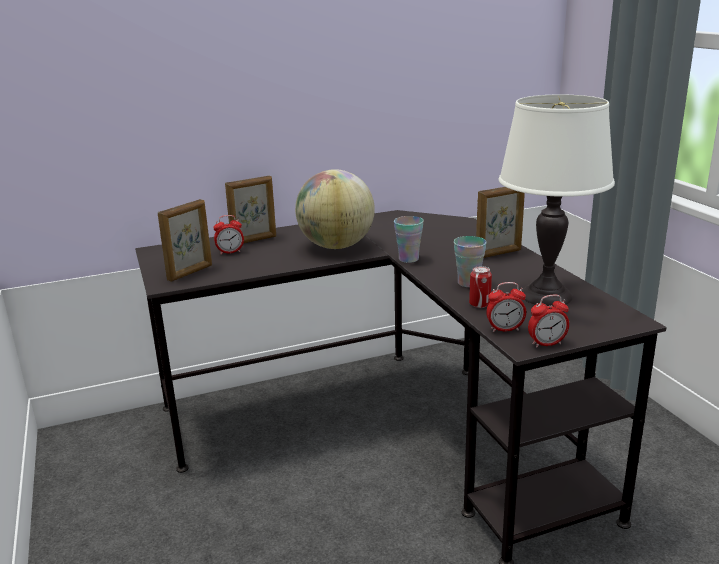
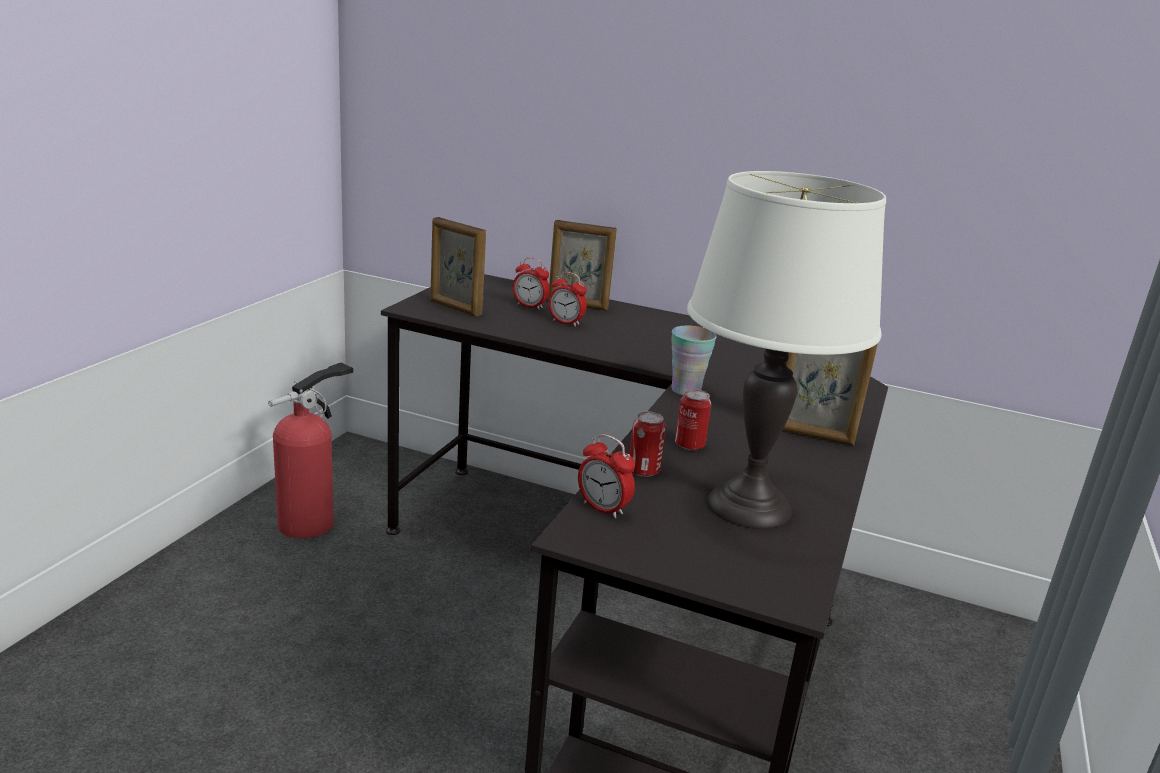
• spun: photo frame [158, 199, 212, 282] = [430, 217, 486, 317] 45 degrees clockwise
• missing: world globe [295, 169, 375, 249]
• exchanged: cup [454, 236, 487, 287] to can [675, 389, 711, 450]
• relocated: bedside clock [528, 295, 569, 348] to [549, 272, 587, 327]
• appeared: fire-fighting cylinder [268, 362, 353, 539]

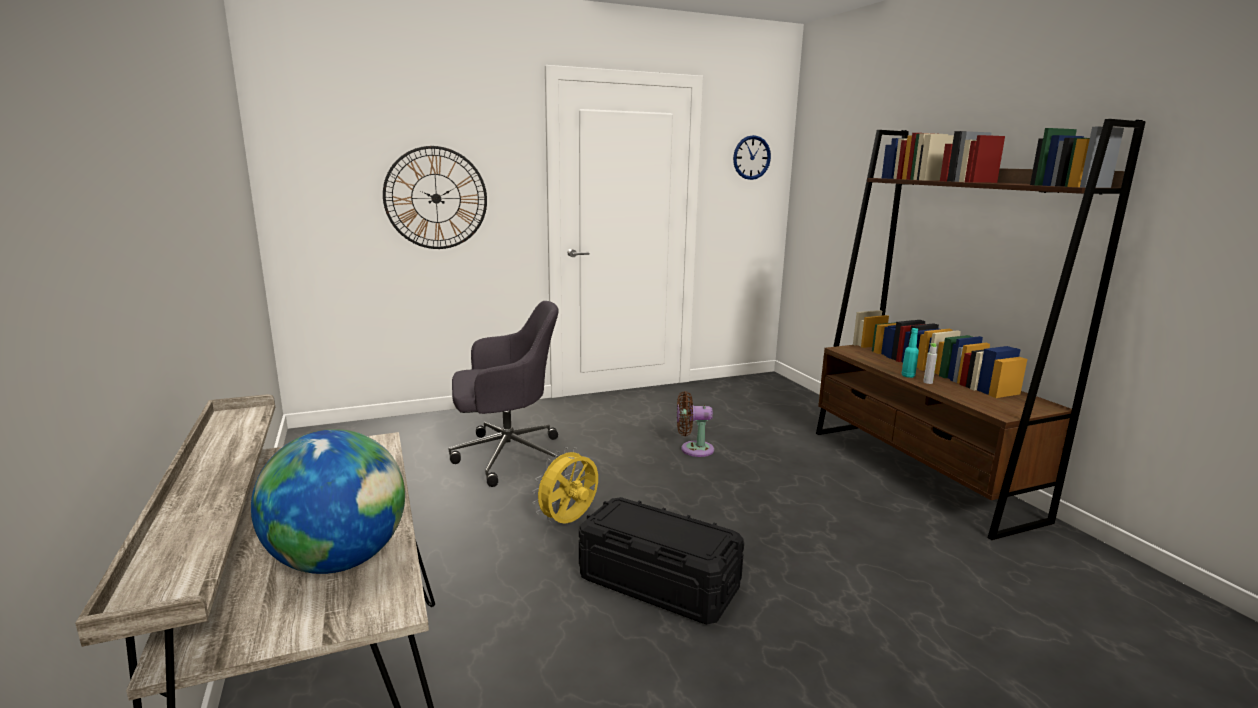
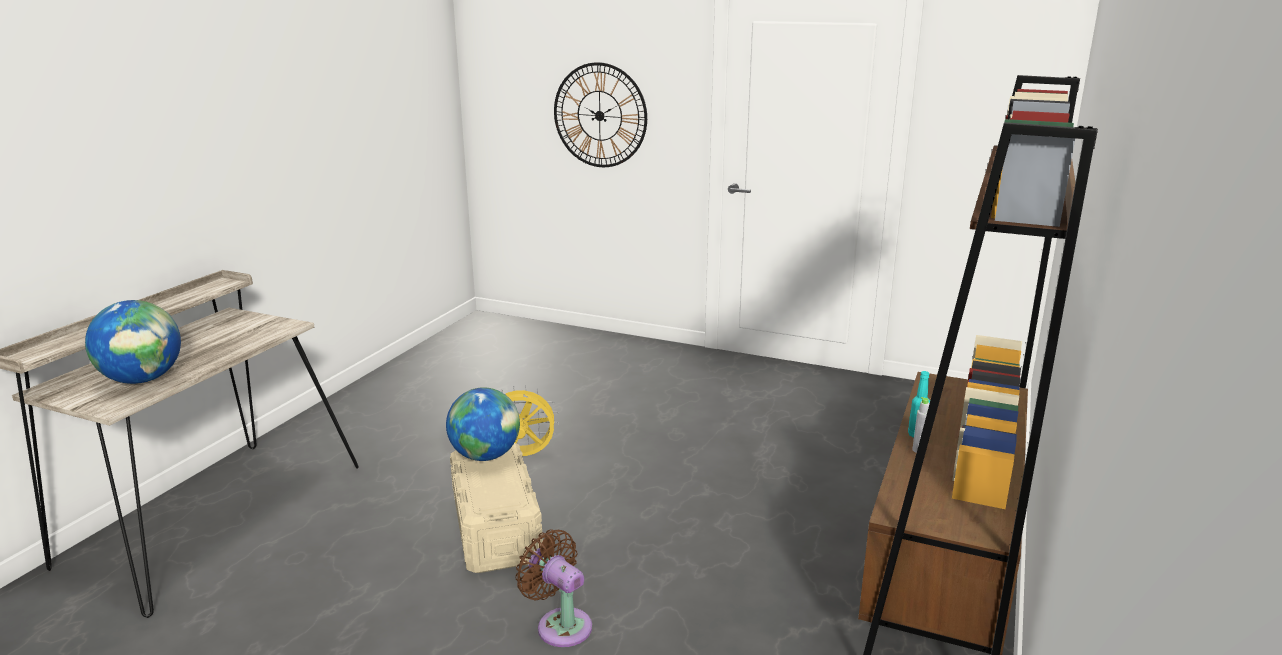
• missing: computer chair (greyish) [449, 301, 567, 487]
• colour: storage container (blackish) [579, 497, 744, 624] to storage container (beige-coloured) [450, 443, 543, 573]
• relocated: electric fan (brownish) [677, 391, 714, 457] to [515, 529, 592, 647]
• missing: wall clock [733, 135, 771, 180]
• appeared: world globe [446, 387, 520, 461]

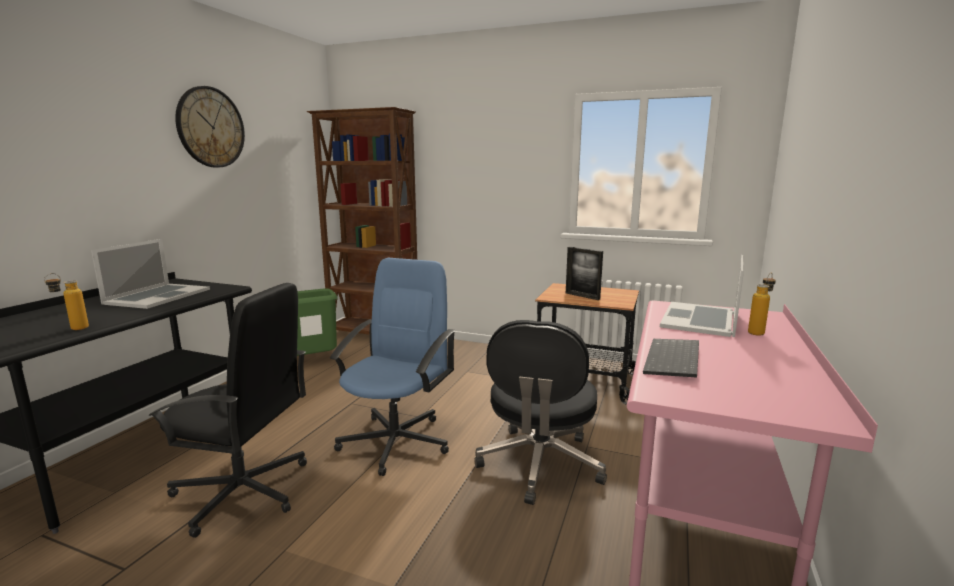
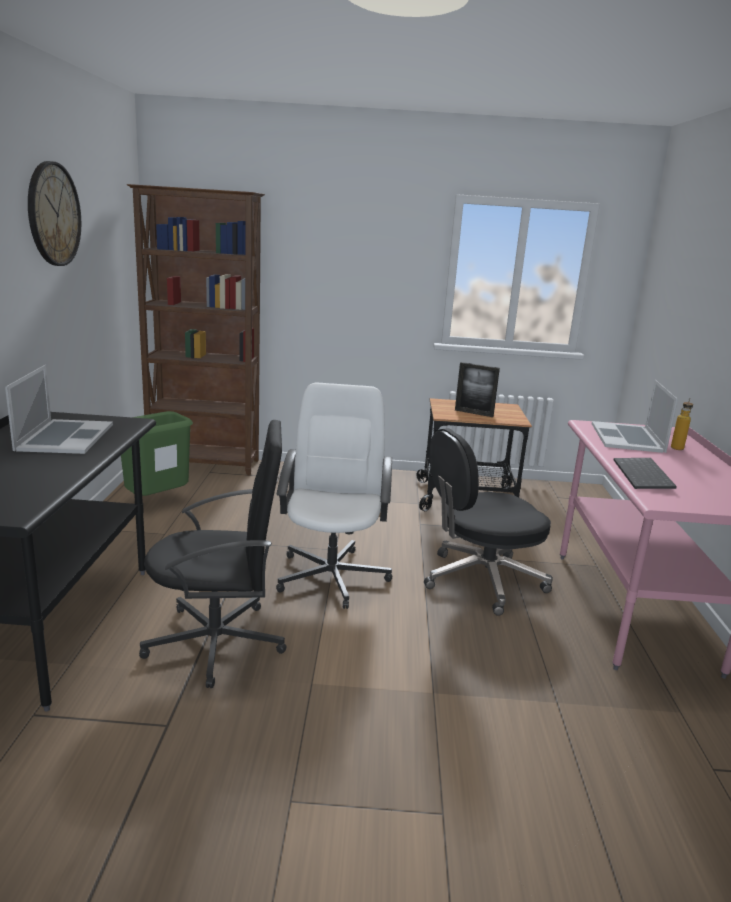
• missing: beverage bottle [44, 273, 89, 330]
• colour: computer chair (blue) [330, 258, 456, 476] to computer chair (white-coloured) [276, 382, 393, 609]
• spun: computer chair (blackish) [474, 320, 607, 505] = [424, 428, 553, 616] 75 degrees clockwise

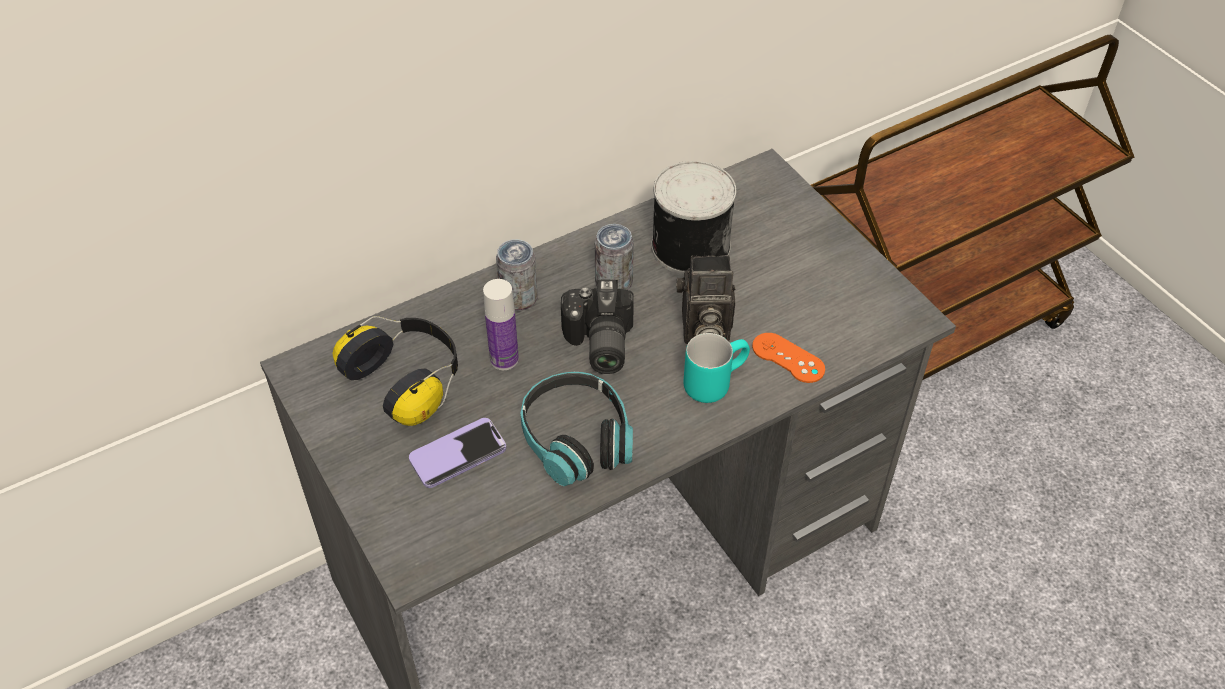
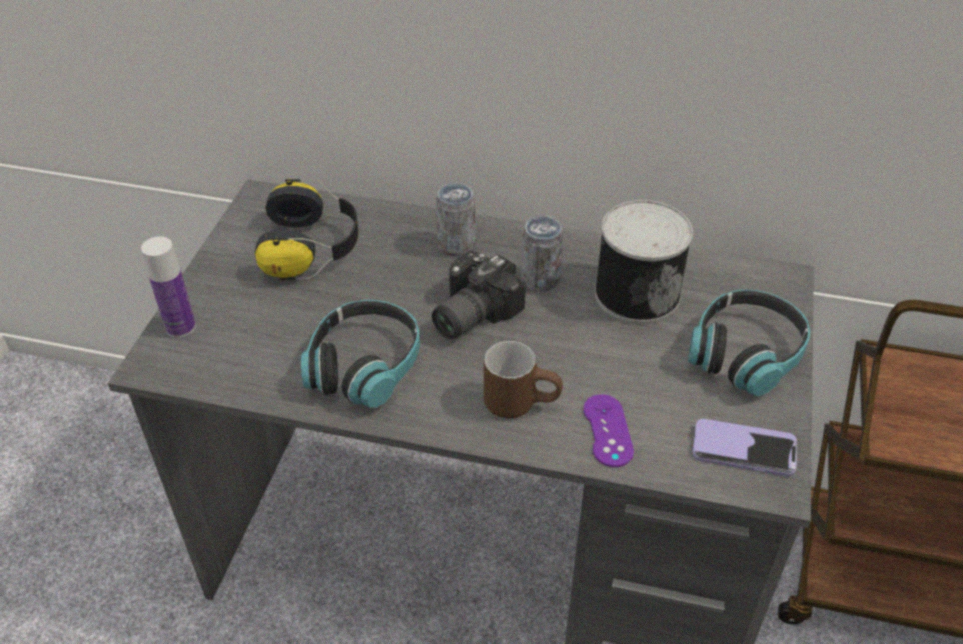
• relocated: handset [409, 418, 506, 488] to [693, 419, 797, 476]
• relocated: beverage bottle [483, 279, 519, 370] to [141, 236, 196, 338]
• missing: still camera [676, 255, 735, 344]
• colour: mug (turquoise) [683, 333, 750, 403] to mug (brownish) [484, 341, 563, 419]
• colour: gamepad (orange) [752, 333, 825, 383] to gamepad (purple) [583, 394, 634, 467]
• appeared: headphones [688, 290, 810, 396]

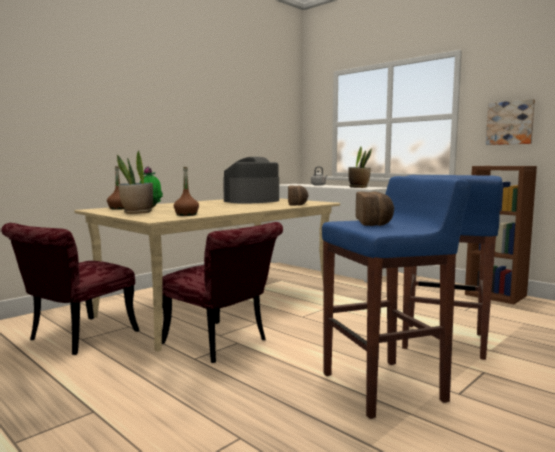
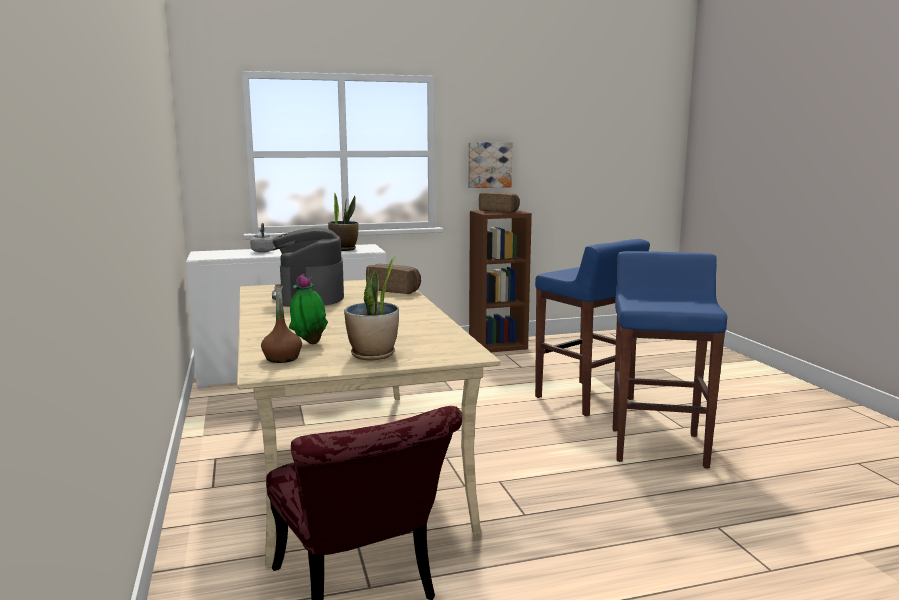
• missing: plain chair (red-coloured) [162, 222, 283, 363]
• missing: beverage bottle (brownish) [174, 167, 199, 216]
• relocated: bakery bread [356, 192, 394, 226] to [479, 192, 520, 213]

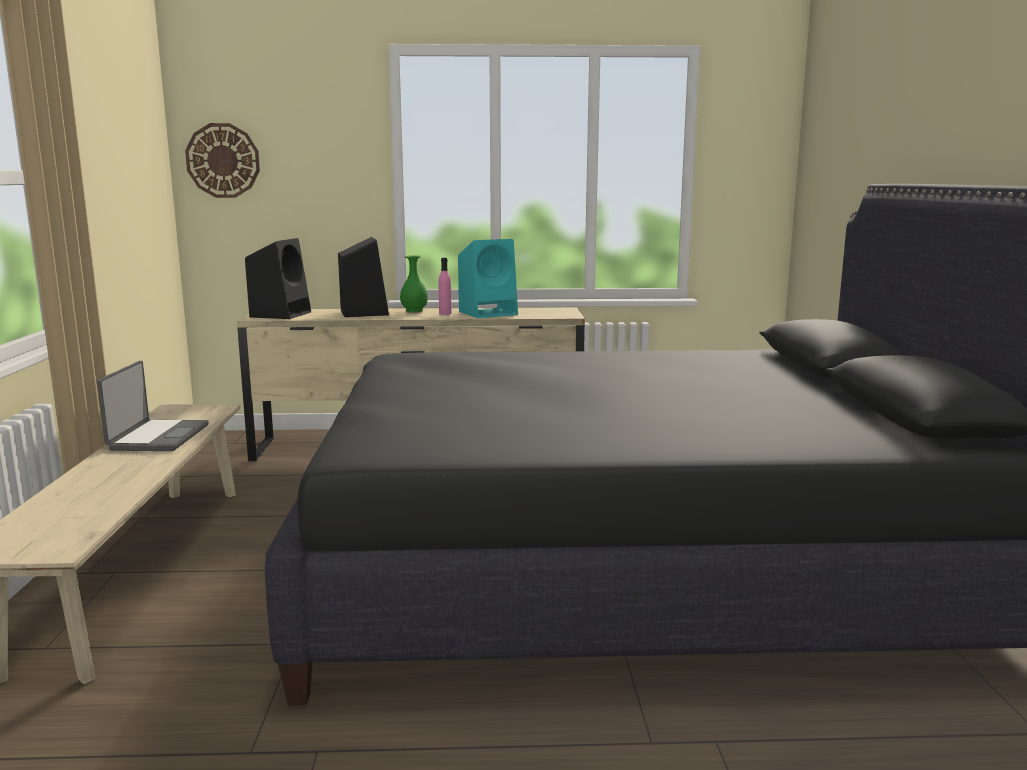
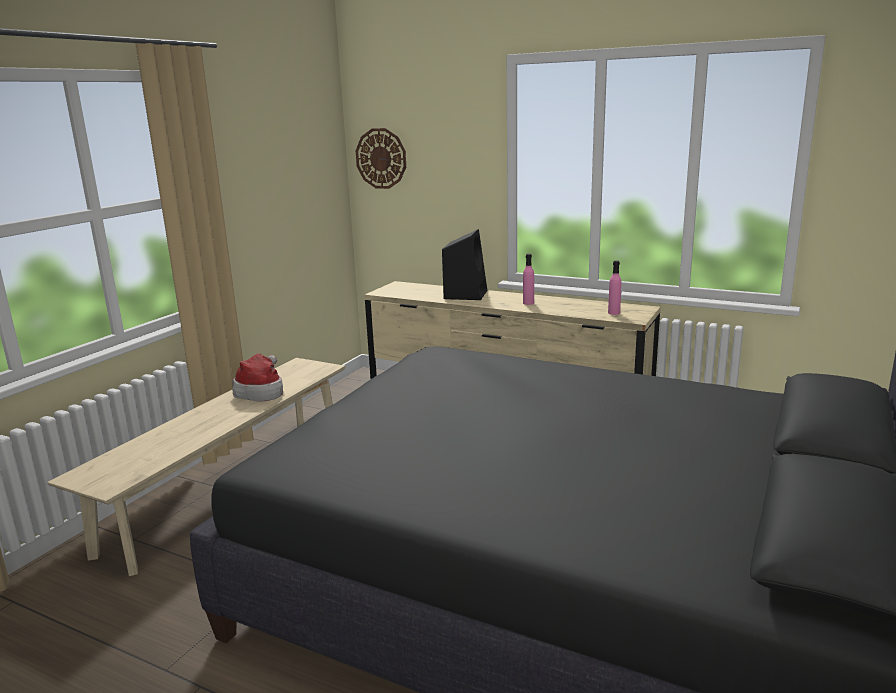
• exchanged: portable computer [97, 361, 209, 451] to wearable hat [233, 354, 283, 402]
• missing: speaker (blackish) [245, 238, 311, 319]
• missing: flower vase (green-coloured) [400, 255, 428, 312]
• missing: speaker (turquoise) [458, 239, 518, 318]
• appeared: beverage bottle (pinkish) [608, 261, 621, 315]

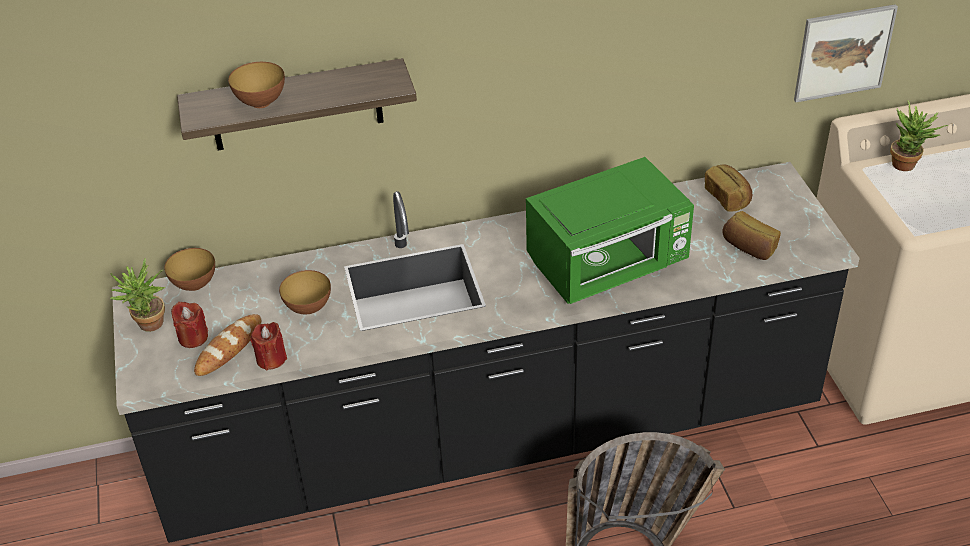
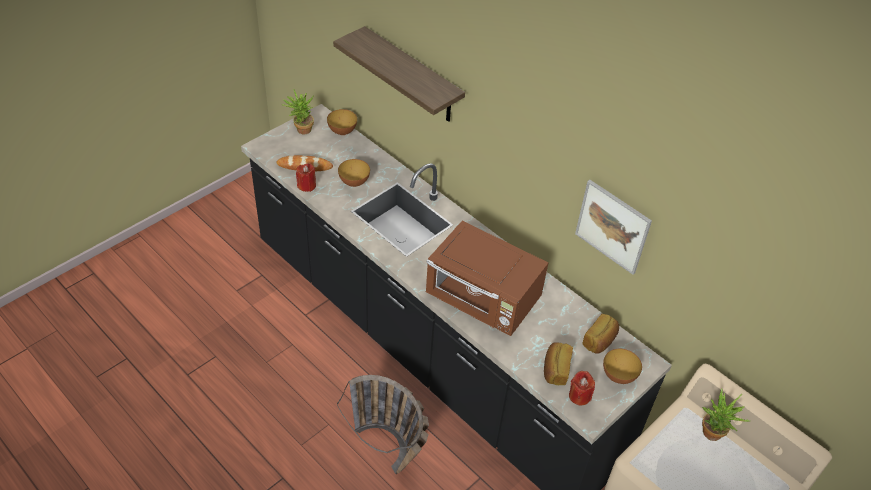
• relocated: wax light (red-coloured) [171, 302, 208, 348] to [569, 371, 595, 405]
• relocated: serving bowl [228, 62, 285, 108] to [603, 349, 642, 384]
• colour: microwave (green-coloured) [526, 157, 694, 304] to microwave (brownish) [426, 221, 548, 336]
• relocated: wall picture [794, 4, 898, 102] to [575, 180, 652, 275]

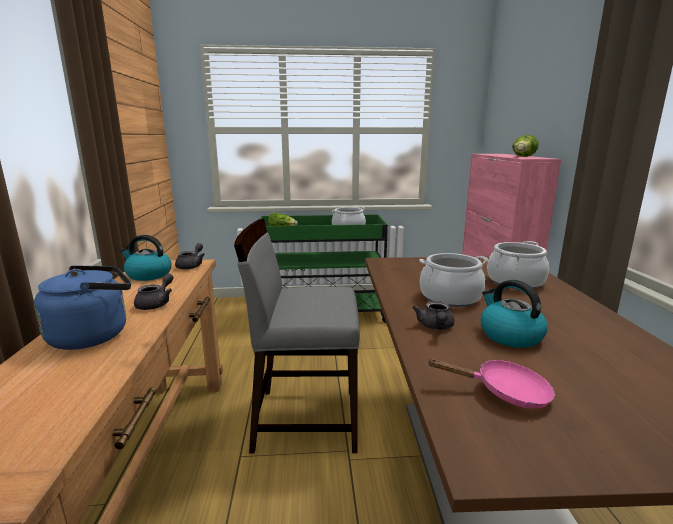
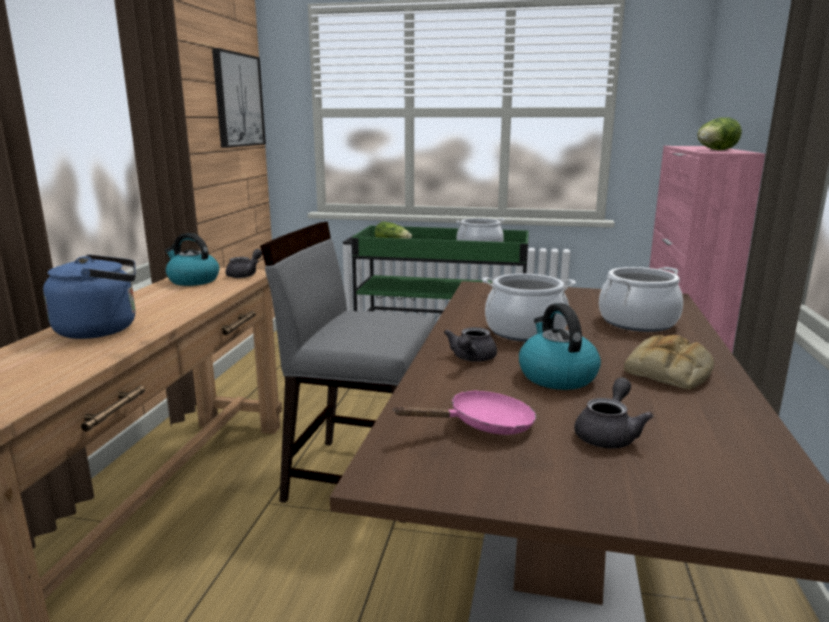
• relocated: pot for tea (greyish) [134, 273, 174, 310] to [575, 378, 653, 449]
• spun: frying pan (pinkish) [427, 358, 555, 408] = [393, 390, 536, 435] 45 degrees counterclockwise
• appeared: wall picture [212, 48, 266, 148]
• appeared: bakery bread [624, 335, 714, 389]

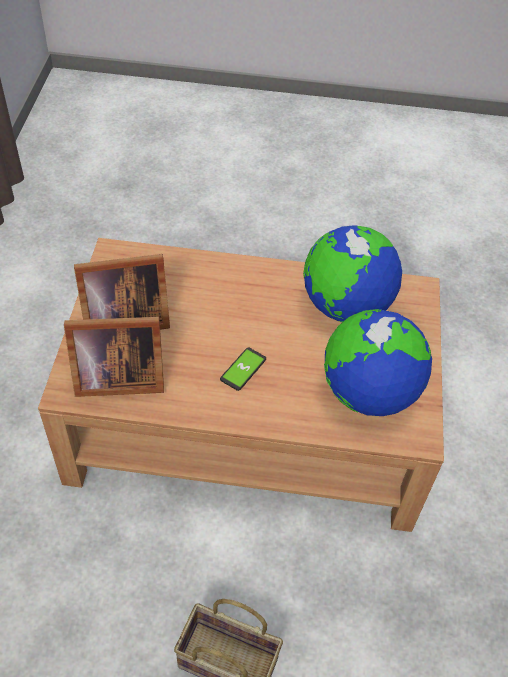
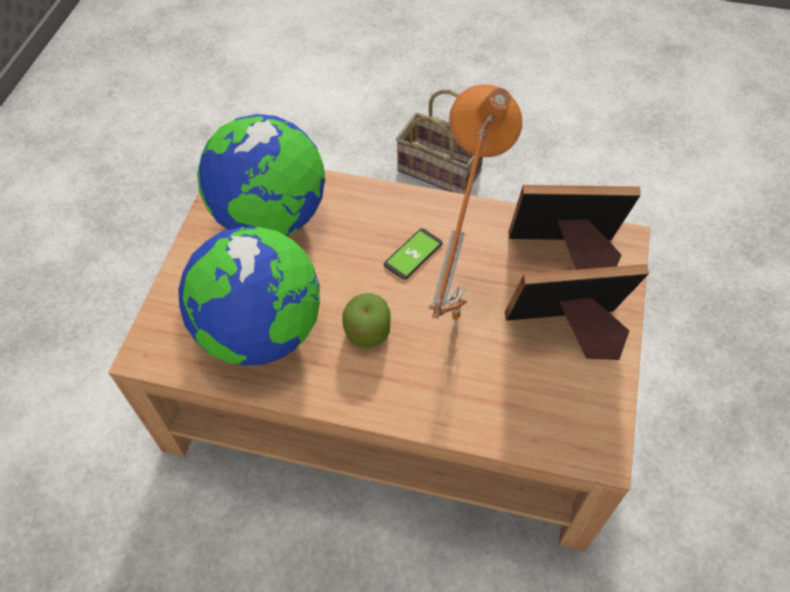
• appeared: apple [342, 293, 390, 348]
• appeared: lamp for a table (orange) [429, 84, 522, 324]

